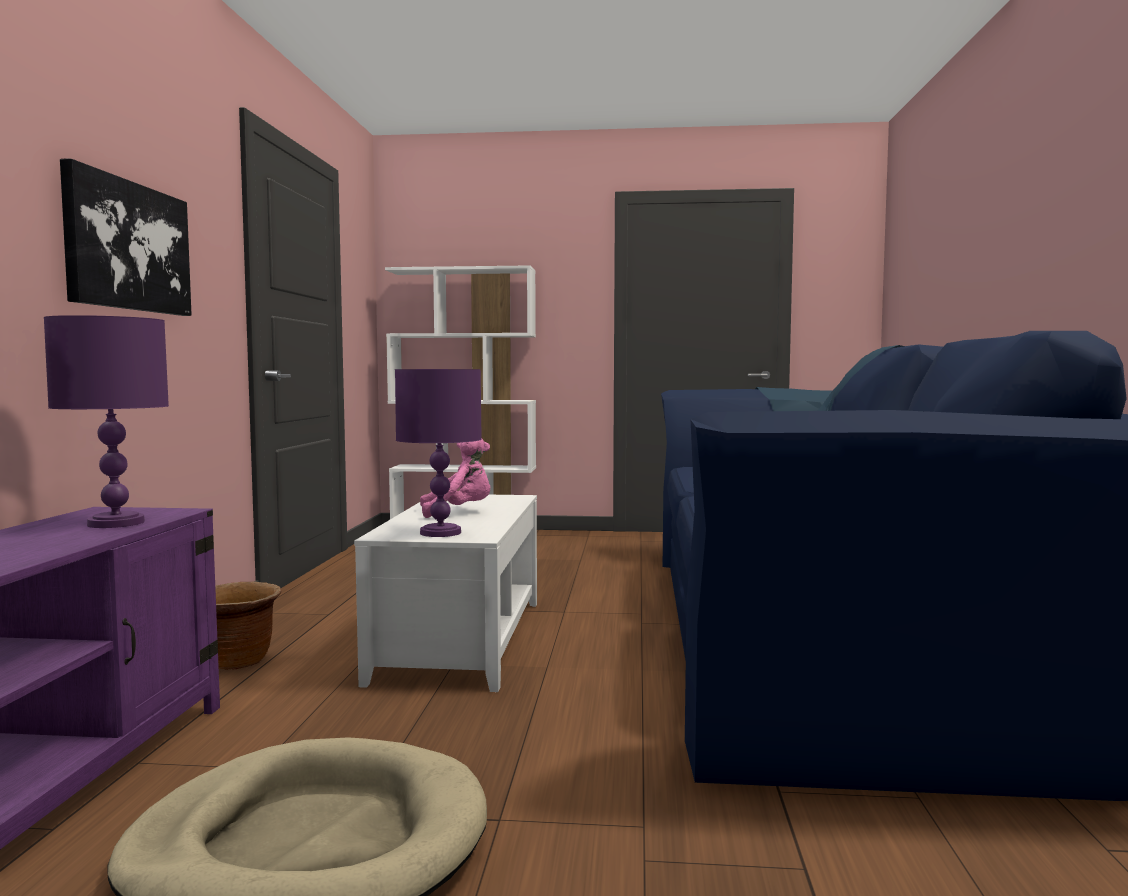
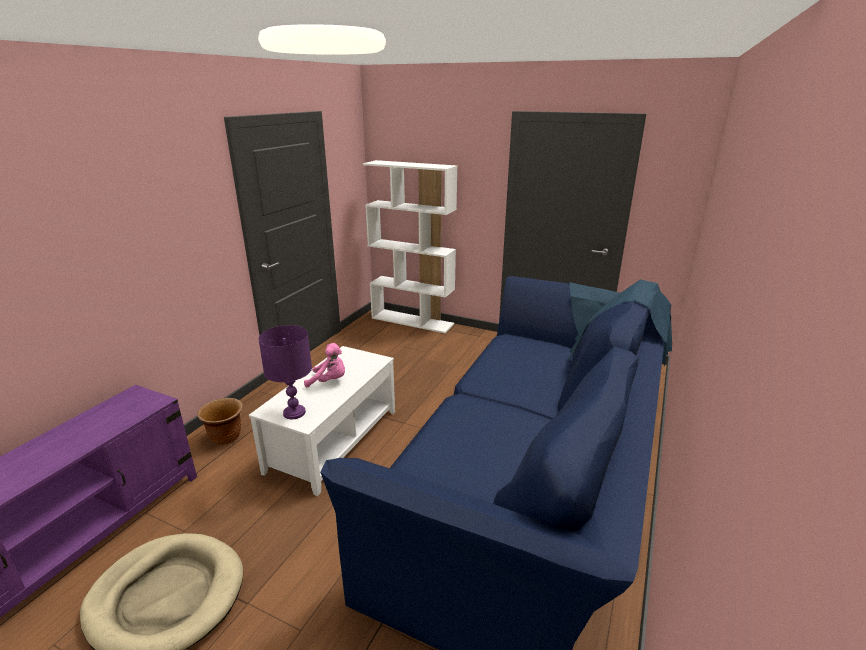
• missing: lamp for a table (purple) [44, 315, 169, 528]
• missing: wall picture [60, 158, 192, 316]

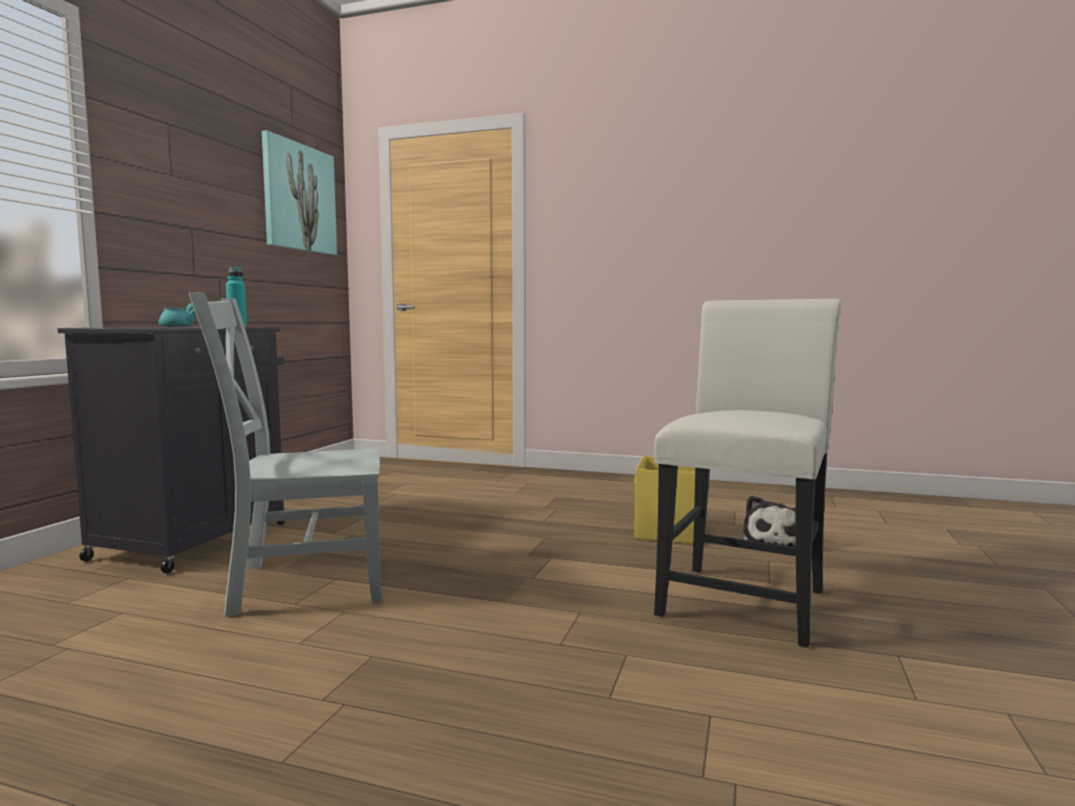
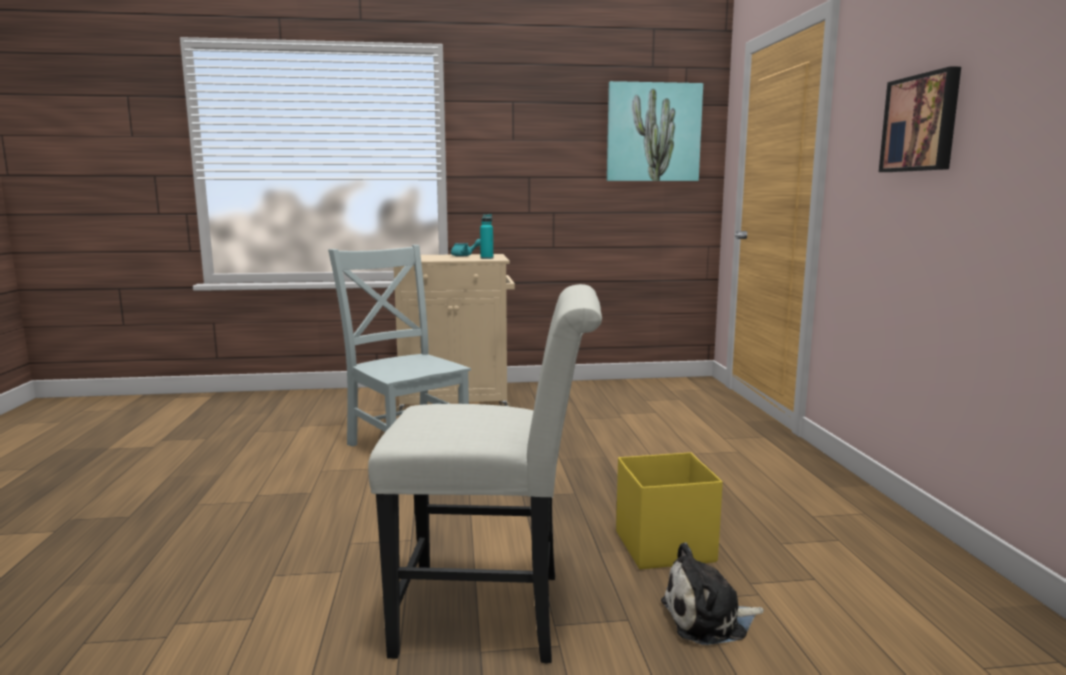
• colour: cupboard (blackish) [57, 327, 285, 573] to cupboard (beige-coloured) [394, 254, 515, 412]
• appeared: wall picture [879, 66, 961, 172]

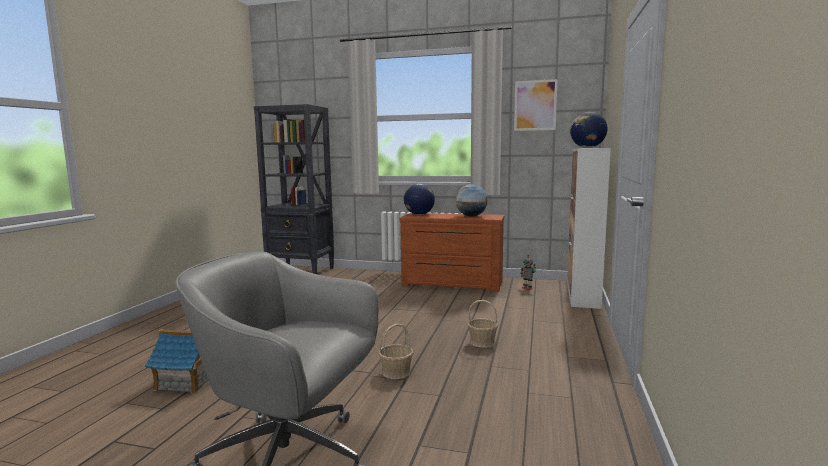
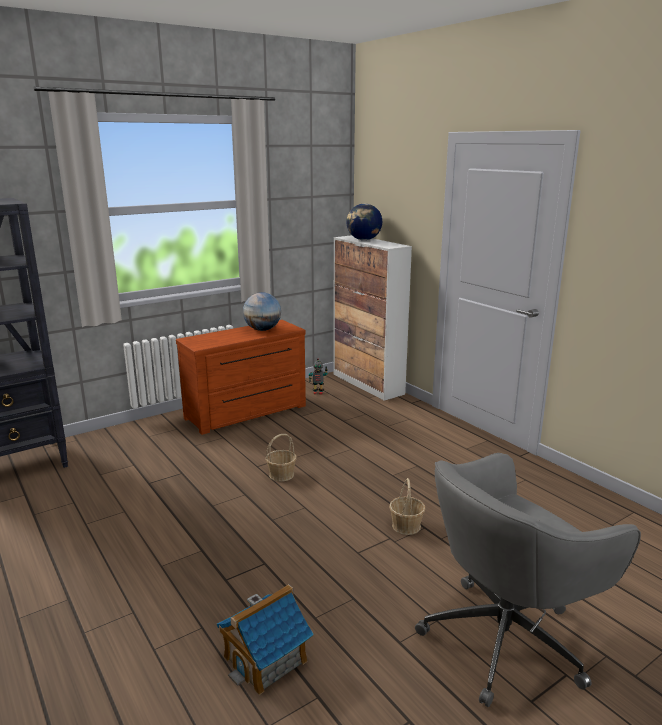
• missing: world globe [404, 184, 435, 215]
• relocated: household basket [468, 300, 498, 347] to [266, 434, 297, 482]
• missing: wall picture [514, 79, 558, 131]

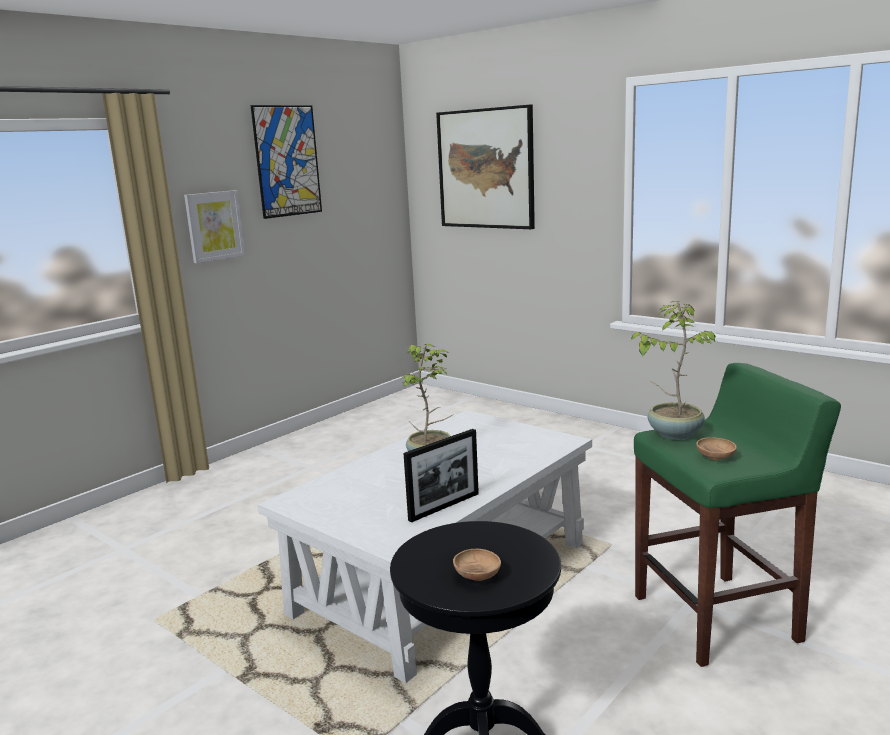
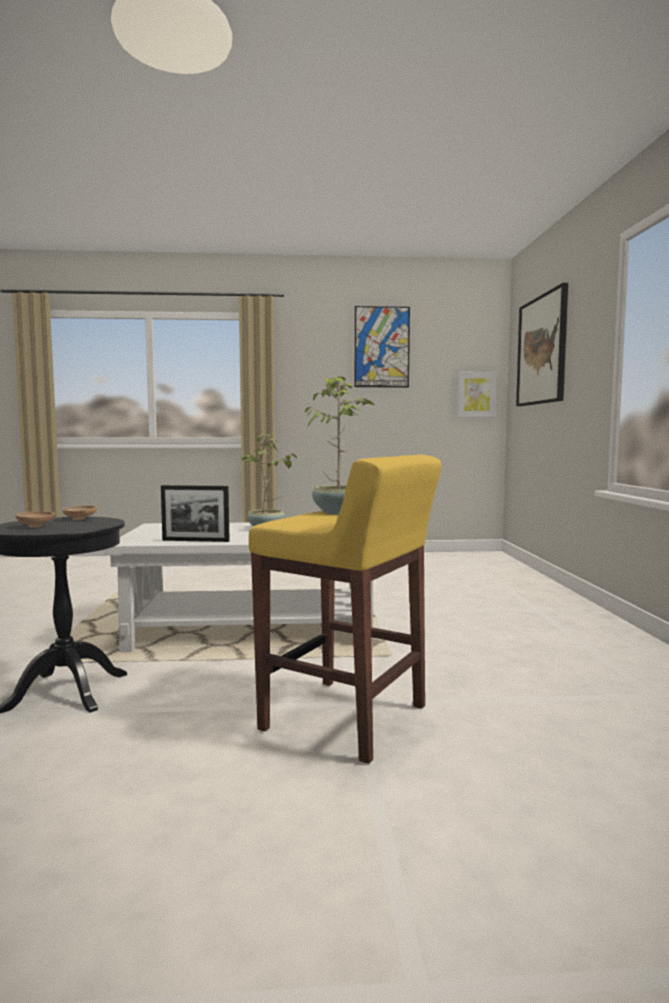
• relocated: wall picture [184, 190, 245, 263] to [457, 372, 497, 418]
• colour: sitting stool (green-coloured) [634, 363, 841, 667] to sitting stool (yellow) [249, 455, 442, 764]
• relocated: serving bowl (brownish) [696, 437, 737, 461] to [62, 505, 97, 520]

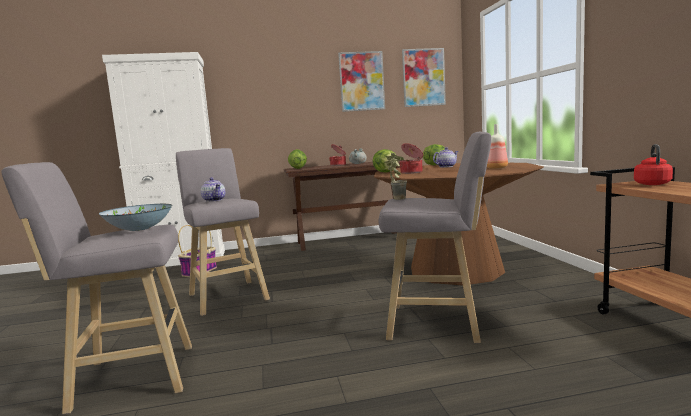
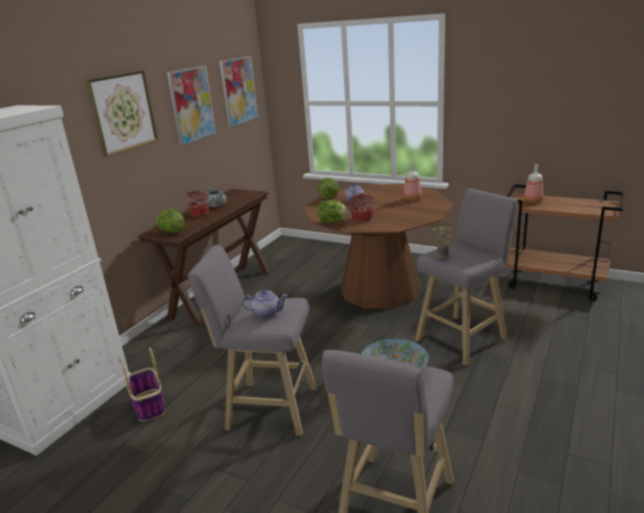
• exchanged: tea kettle (red-coloured) [634, 144, 673, 185] to beverage bottle [524, 164, 543, 203]
• appeared: wall picture [85, 70, 158, 157]

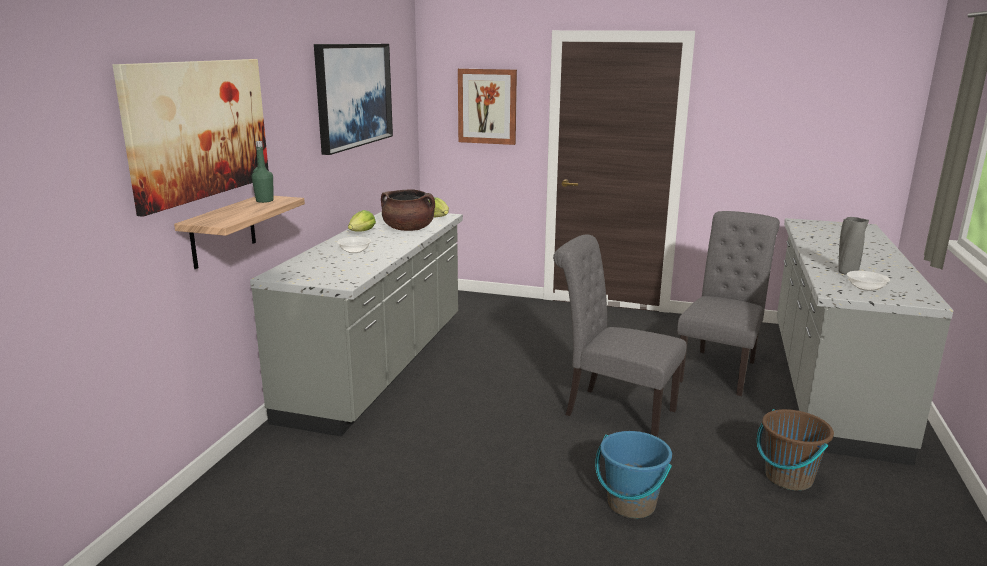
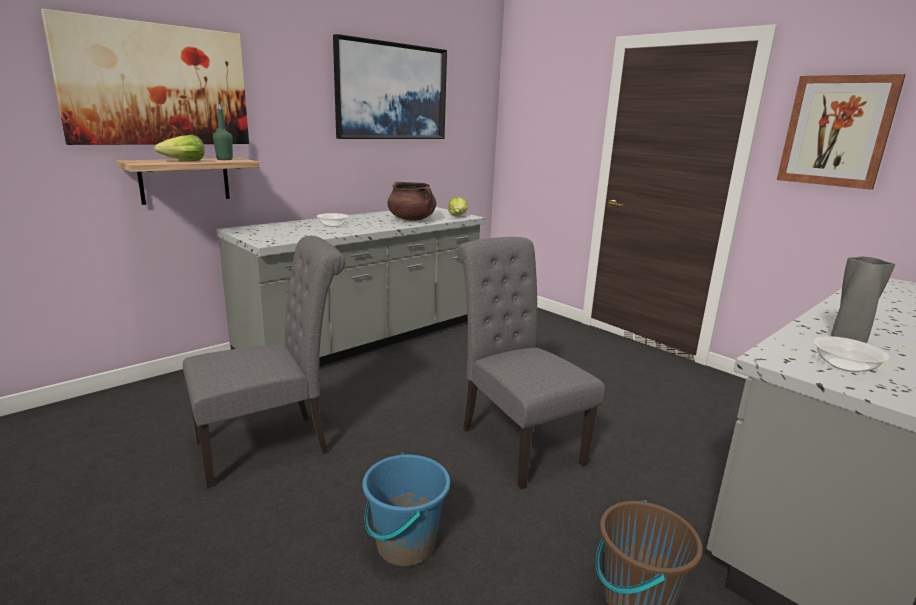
• relocated: lettuce [348, 210, 376, 232] to [154, 135, 205, 161]
• relocated: wall picture [458, 69, 517, 145] to [777, 74, 906, 190]
• relocated: plain chair (greyish) [677, 211, 780, 396] to [183, 236, 345, 488]

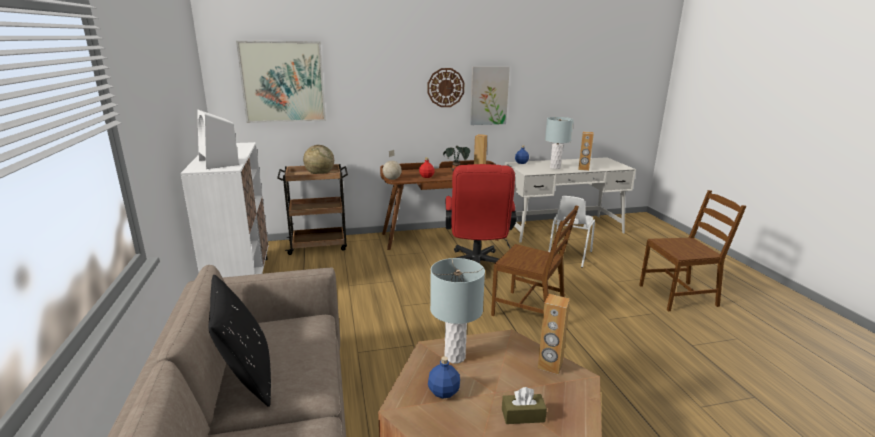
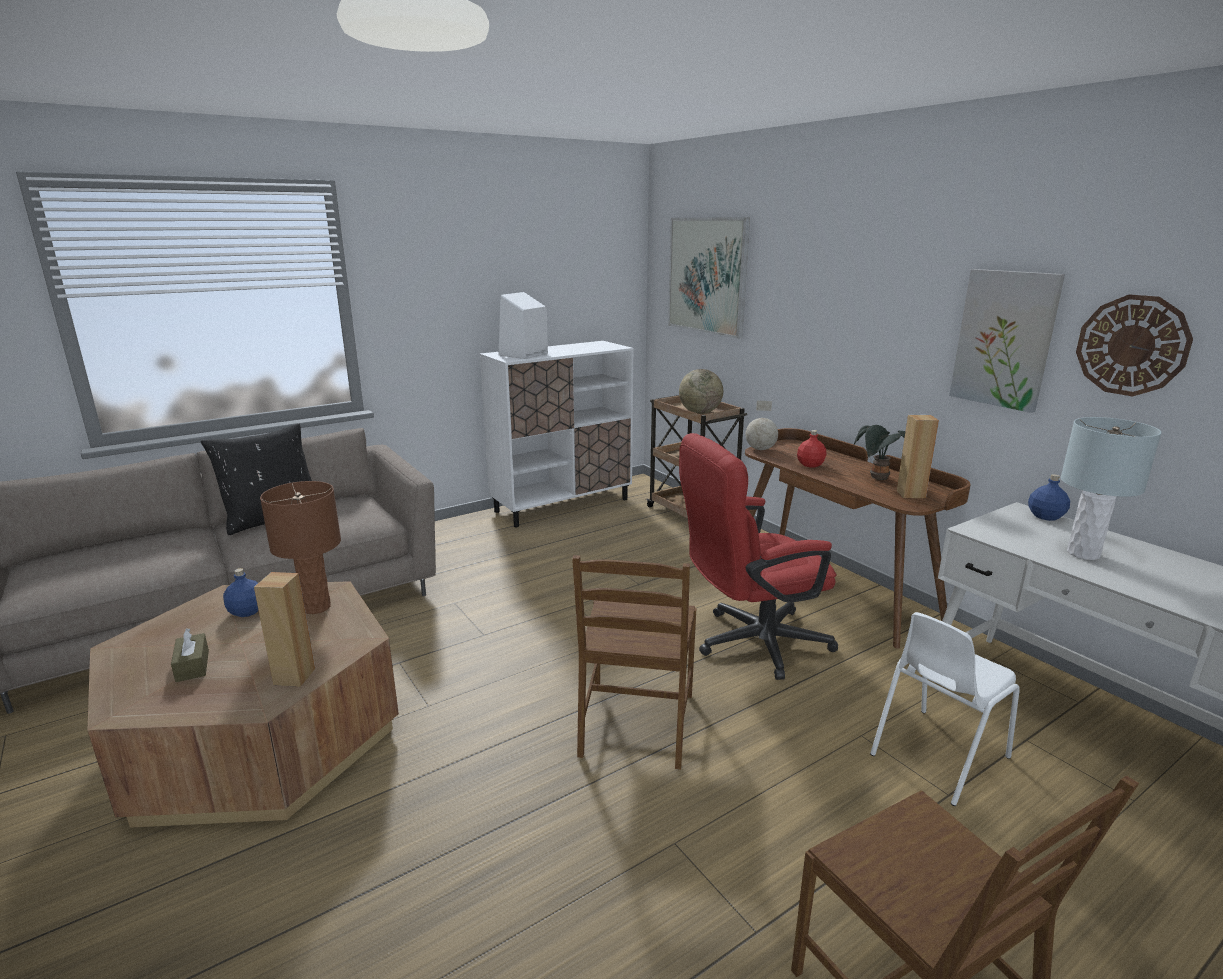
• relocated: wall clock [428, 68, 464, 107] to [1076, 294, 1193, 397]
• colour: lamp for a table (greyish) [430, 258, 485, 363] to lamp for a table (brownish) [260, 481, 341, 614]
• spun: plain chair (white-coloured) [549, 196, 595, 268] = [870, 612, 1020, 806] 45 degrees counterclockwise
• missing: speaker (brownish) [578, 132, 594, 171]

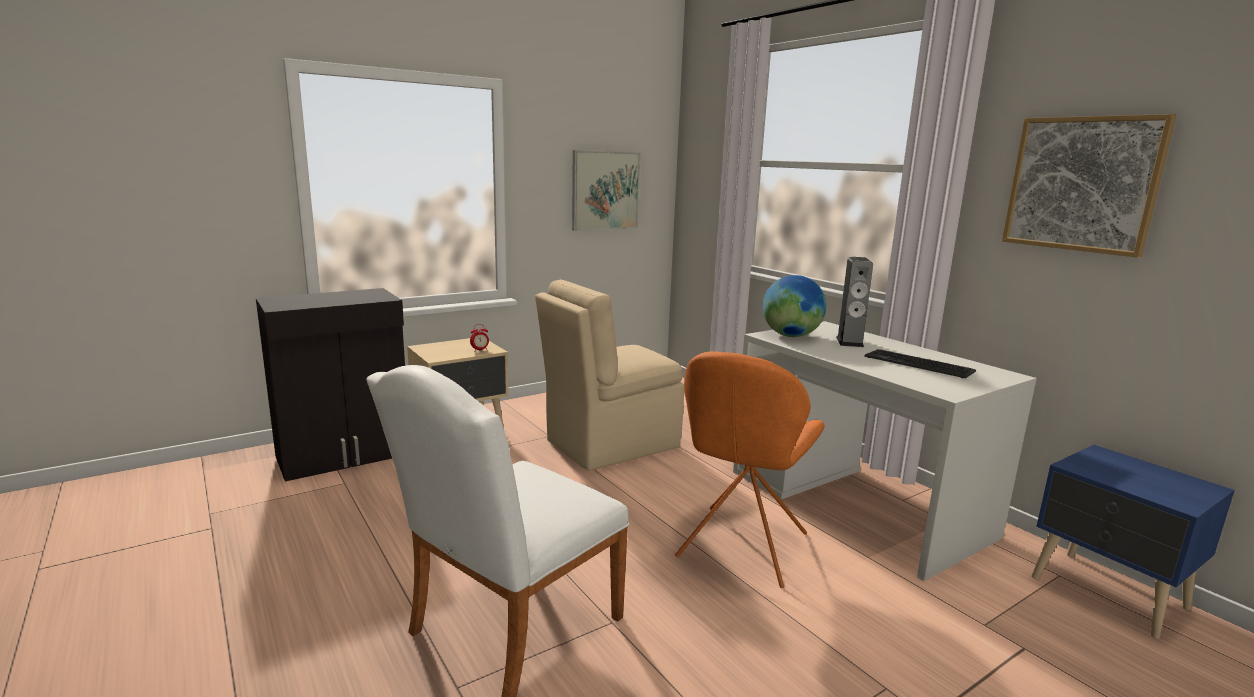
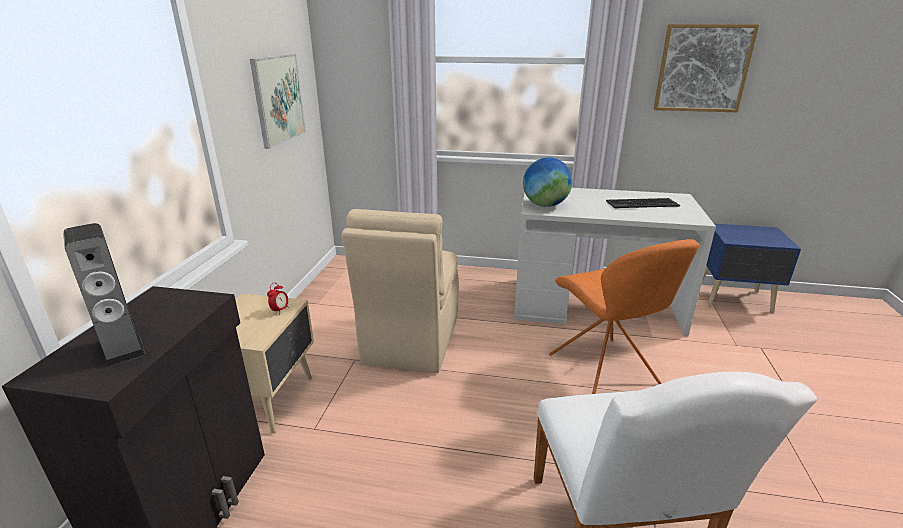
• relocated: speaker [836, 257, 873, 347] to [63, 223, 146, 367]

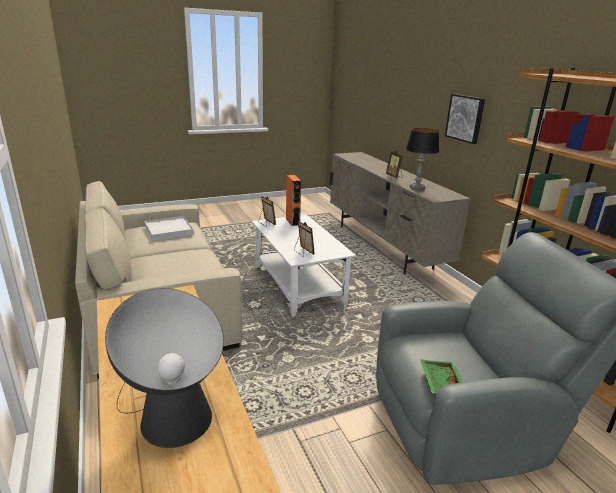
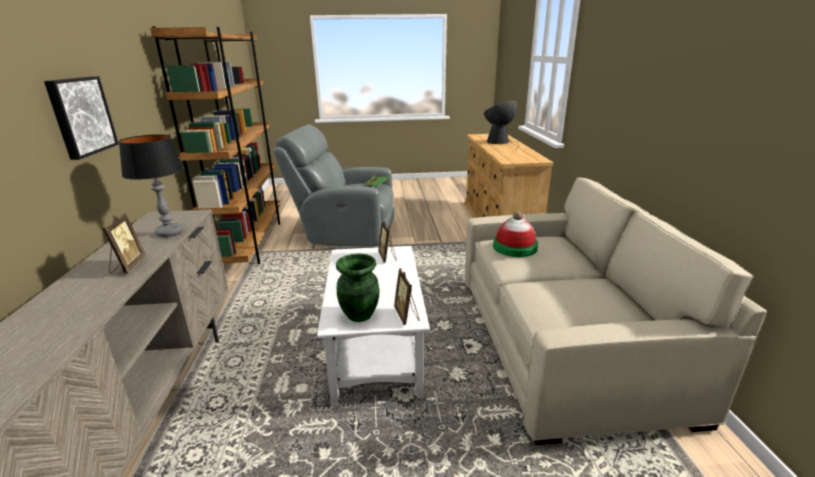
• missing: carrying tray (white-coloured) [145, 216, 194, 241]
• exchanged: speaker (orange) [286, 175, 301, 226] to flower vase (green-coloured) [336, 253, 379, 322]
• appeared: wearable hat [493, 211, 538, 257]

